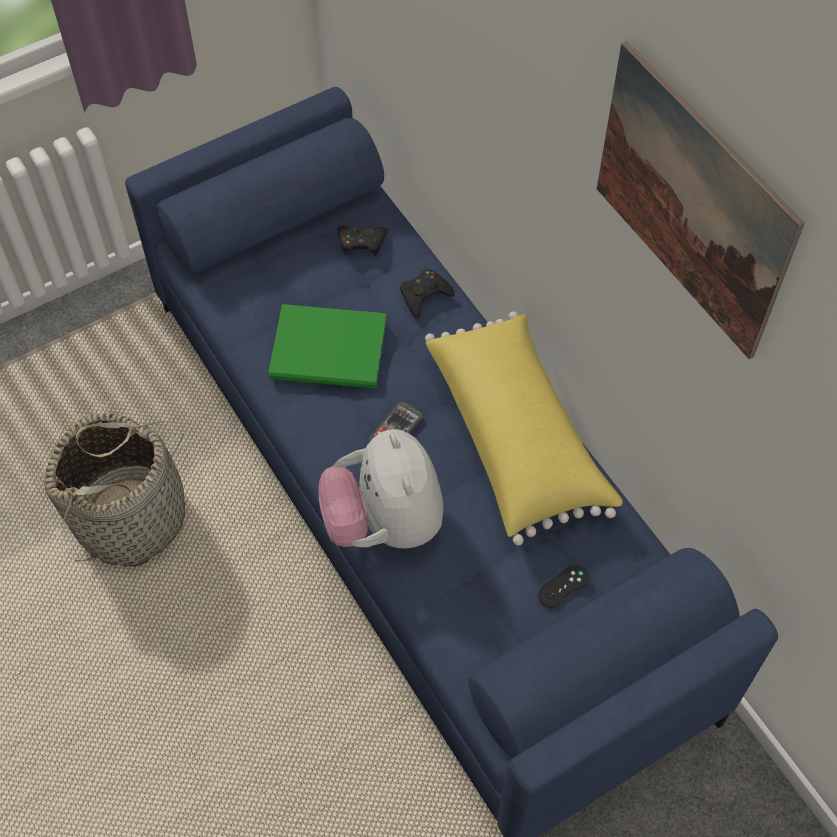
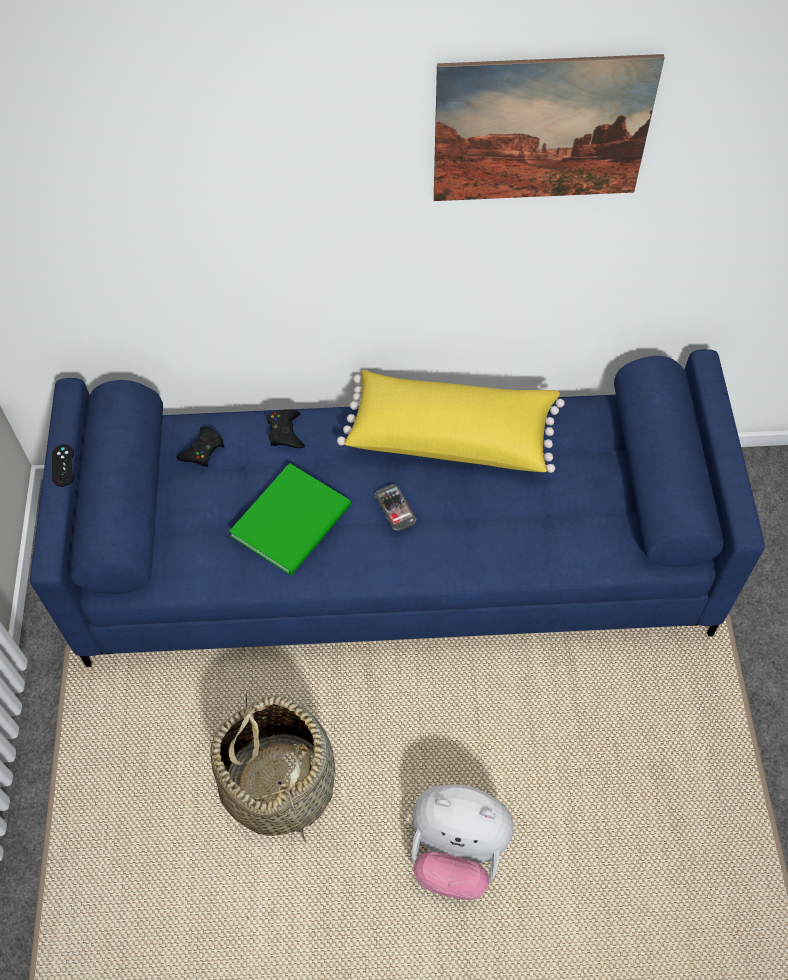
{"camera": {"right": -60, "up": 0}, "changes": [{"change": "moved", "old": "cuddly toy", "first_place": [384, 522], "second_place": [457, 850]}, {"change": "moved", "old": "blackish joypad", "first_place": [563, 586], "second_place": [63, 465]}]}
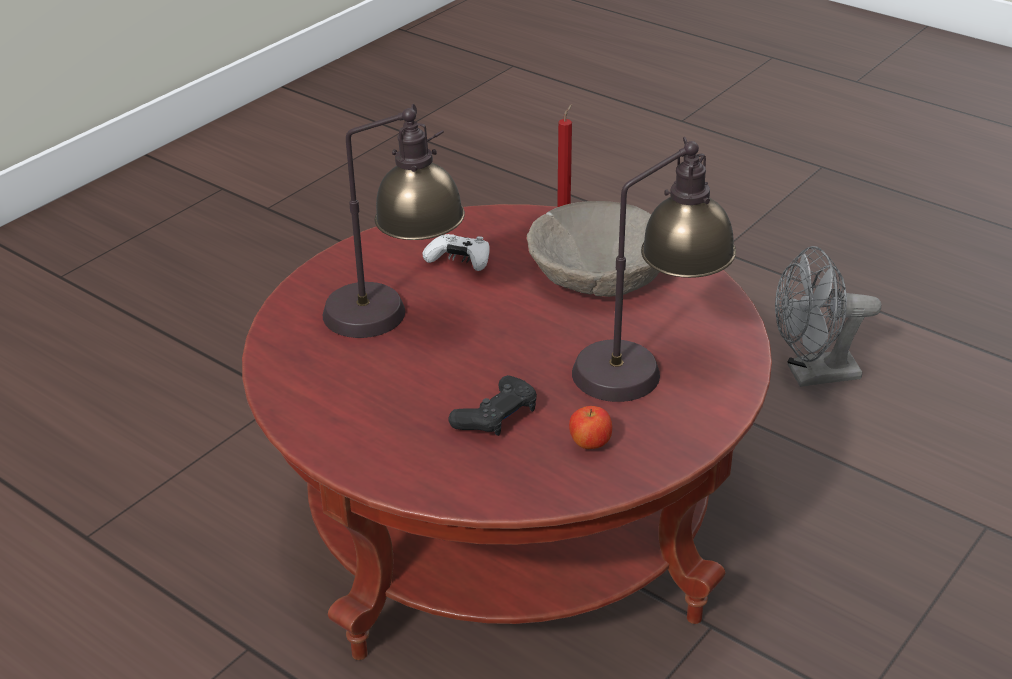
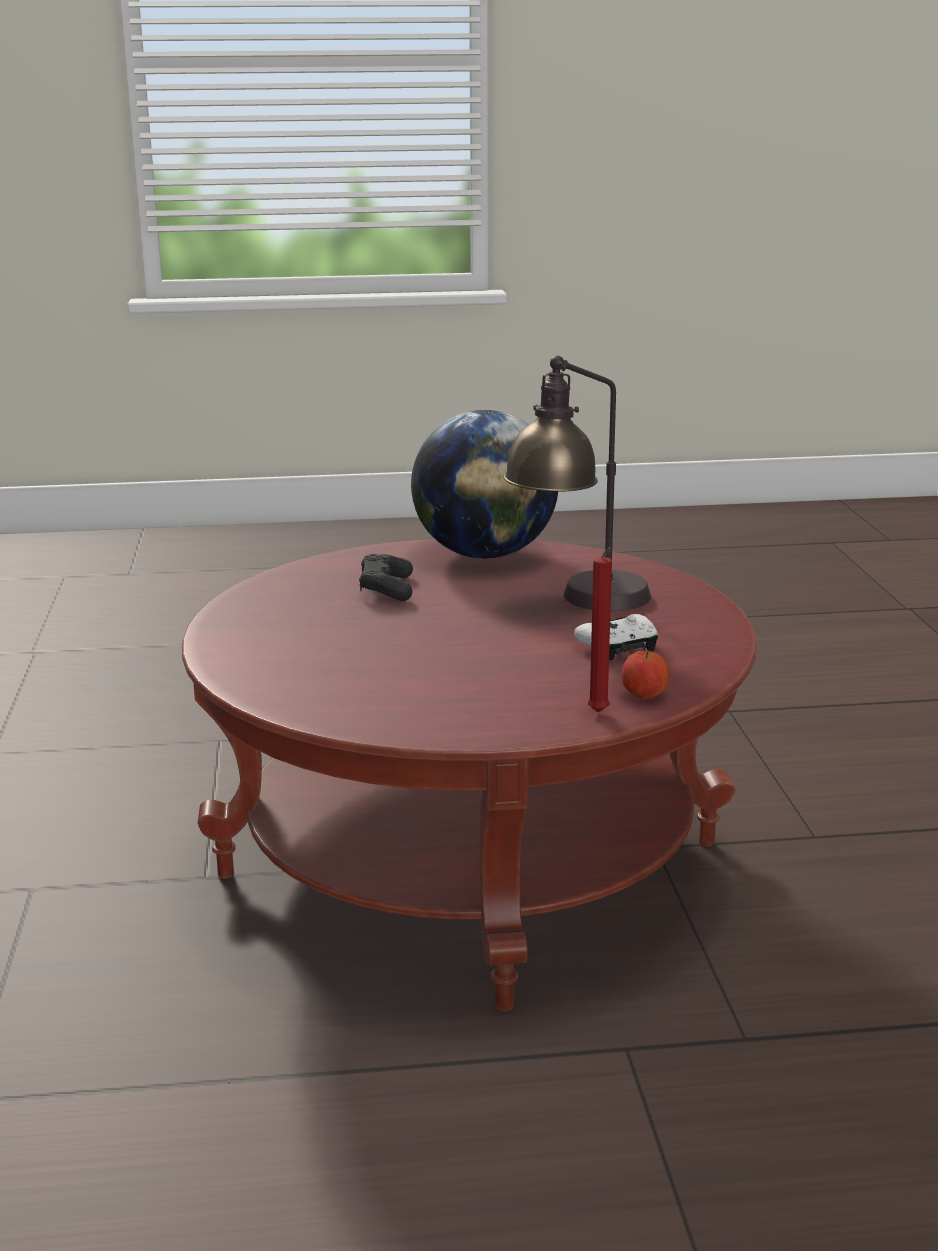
{"camera": {"right": 135, "up": -15}, "changes": [{"change": "removed", "old": "sand-coloured deep dish", "first_place": [598, 273]}, {"change": "removed", "old": "tabletop lamp", "first_place": [648, 367]}, {"change": "removed", "old": "greyish electric fan", "first_place": [812, 375]}, {"change": "added", "new": "desk globe", "second_place": [484, 554]}, {"change": "moved", "old": "apple", "first_place": [589, 444], "second_place": [644, 696]}]}
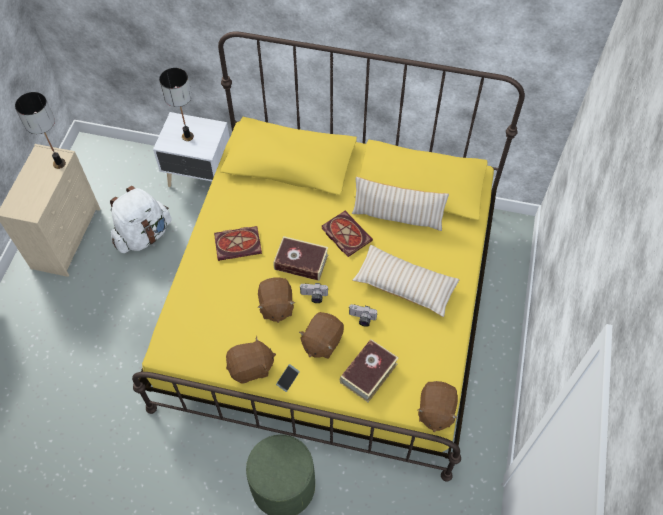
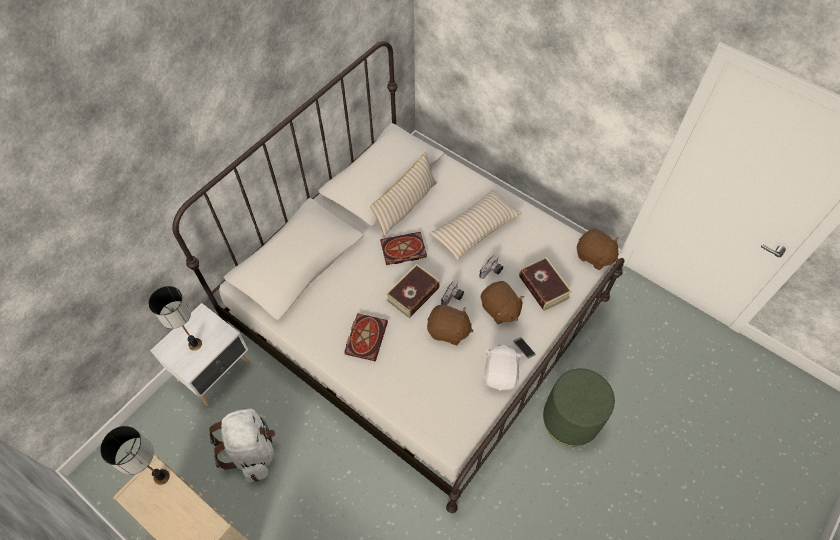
{"camera": {"right": -65, "up": 0}, "changes": [{"change": "recoloured", "old": "yellow-coloured sleeping bed", "new": "white sleeping bed", "first_place": [331, 304], "second_place": [419, 314]}, {"change": "recoloured", "old": "brown-coloured cuddly toy", "new": "white cuddly toy", "first_place": [251, 368], "second_place": [500, 374]}]}
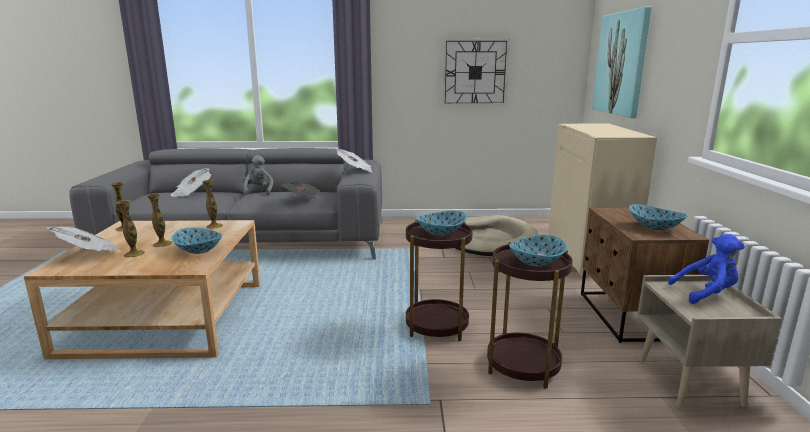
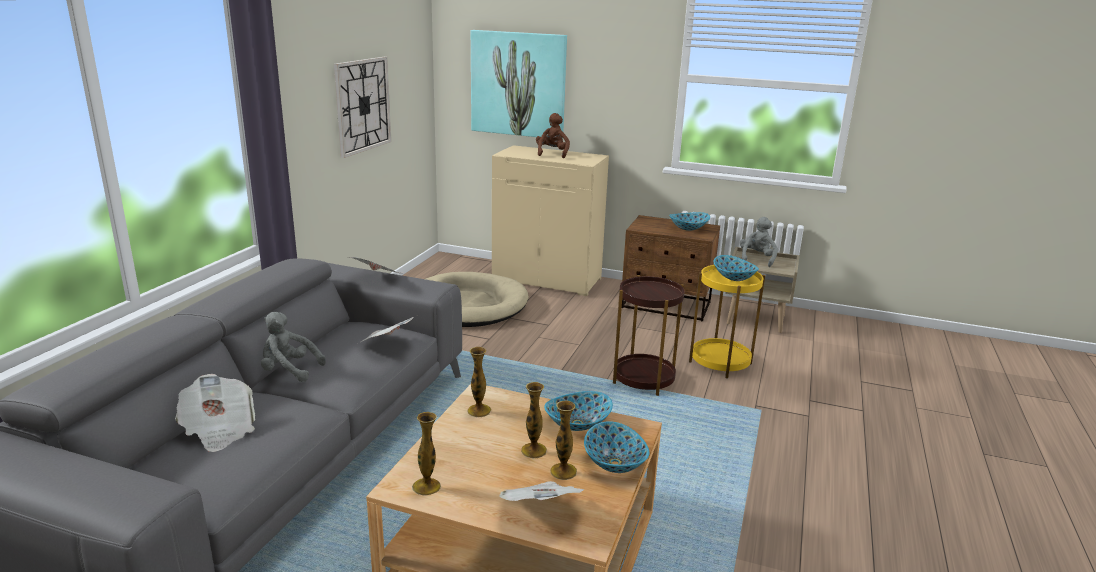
{"camera": {"right": -70, "up": 5}, "changes": [{"change": "added", "new": "brown-coloured cuddly toy", "second_place": [552, 154]}, {"change": "moved", "old": "deep dish", "first_place": [440, 232], "second_place": [614, 463]}, {"change": "recoloured", "old": "brown-coloured side table", "new": "yellow-coloured side table", "first_place": [523, 365], "second_place": [720, 362]}, {"change": "recoloured", "old": "bluish cuddly toy", "new": "greyish cuddly toy", "first_place": [706, 294], "second_place": [756, 259]}]}
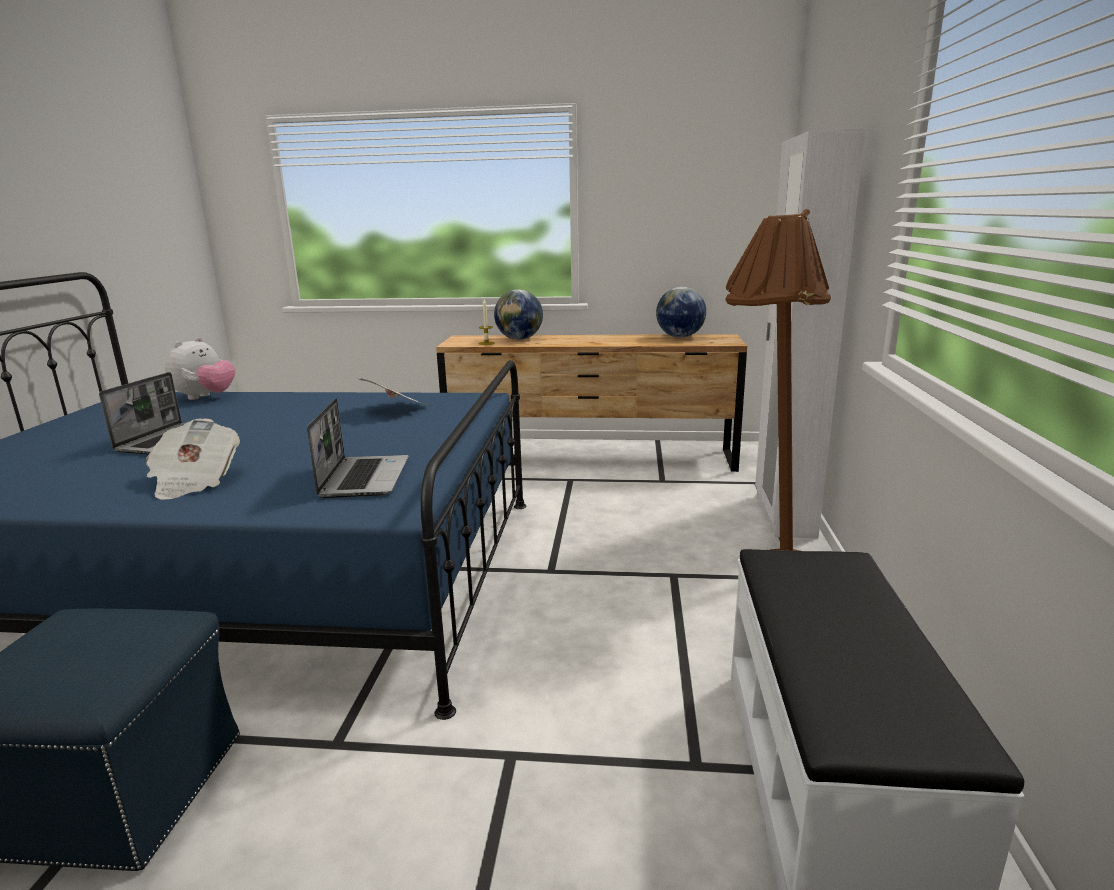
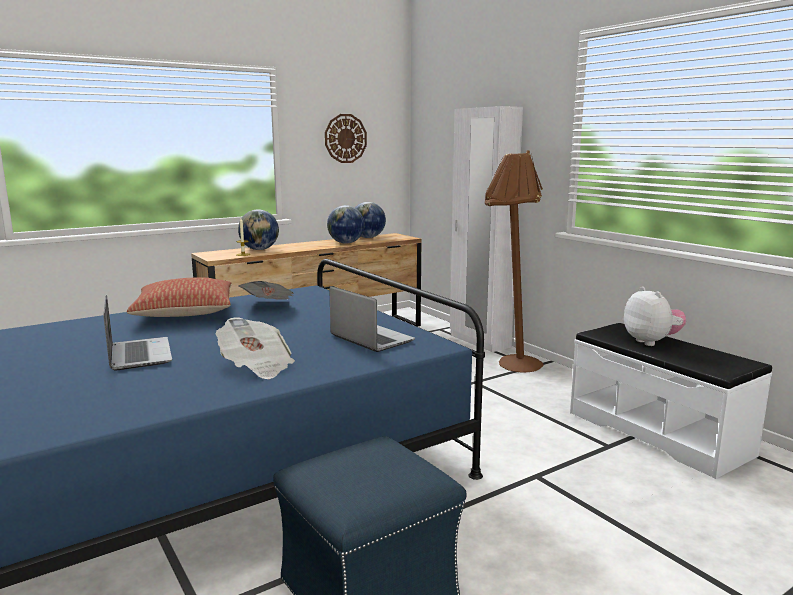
{"camera": {"right": -40, "up": -5}, "changes": [{"change": "added", "new": "pillow", "second_place": [184, 312]}, {"change": "added", "new": "hanging clock", "second_place": [345, 138]}, {"change": "added", "new": "desk globe", "second_place": [346, 243]}, {"change": "moved", "old": "cuddly toy", "first_place": [205, 397], "second_place": [651, 342]}]}
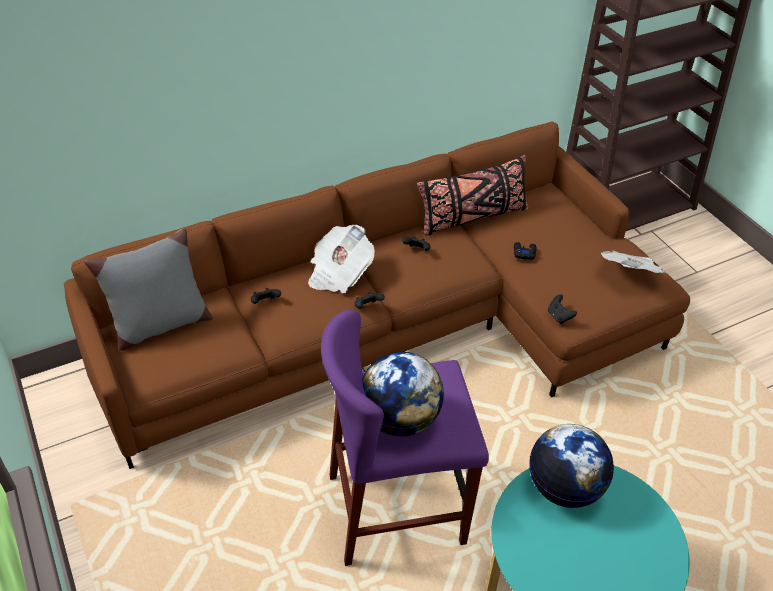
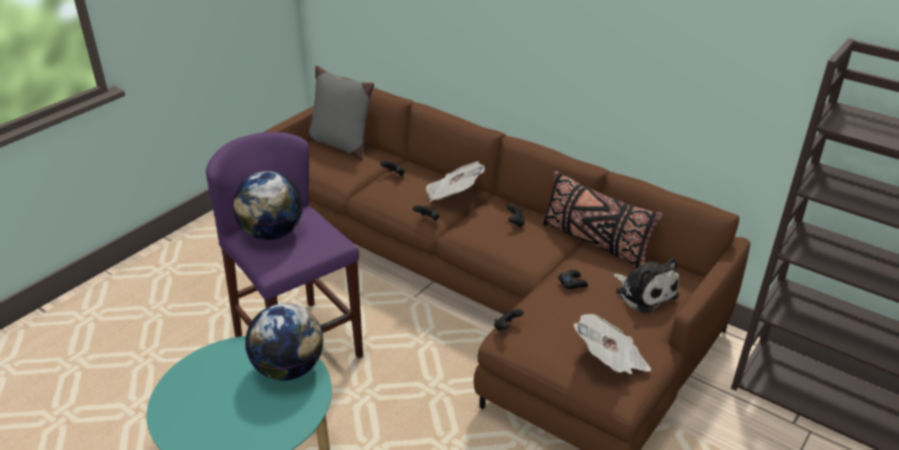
{"camera": {"right": 65, "up": -10}, "changes": [{"change": "added", "new": "cuddly toy", "second_place": [644, 292]}]}
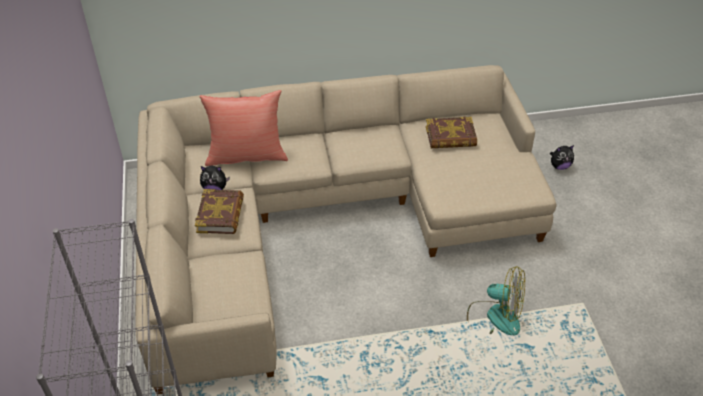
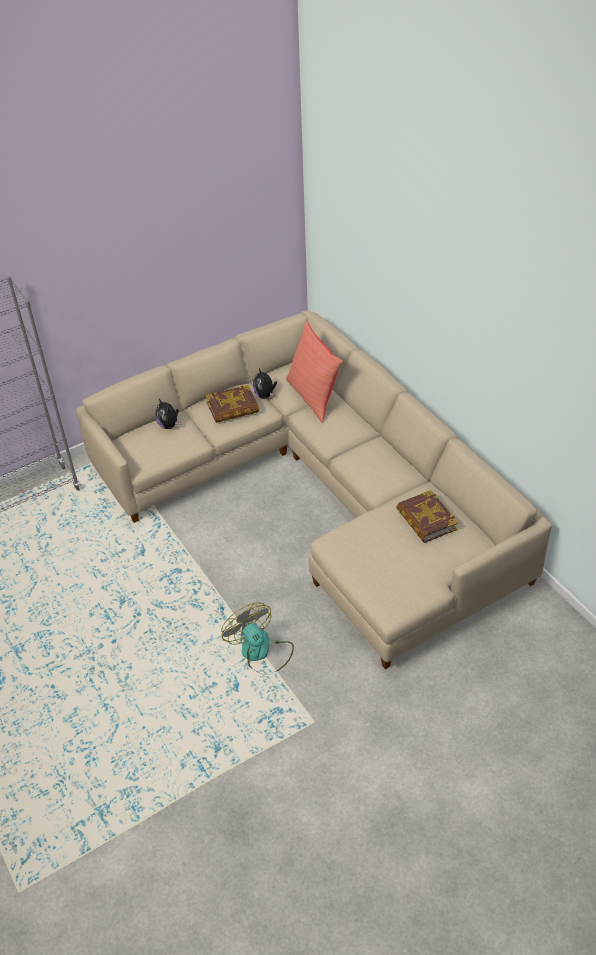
{"camera": {"right": 70, "up": 0}, "changes": [{"change": "moved", "old": "cuddly toy", "first_place": [559, 166], "second_place": [169, 425]}, {"change": "turned", "old": "electric fan", "first_place": [494, 317], "second_place": [261, 652], "degrees": 150}]}
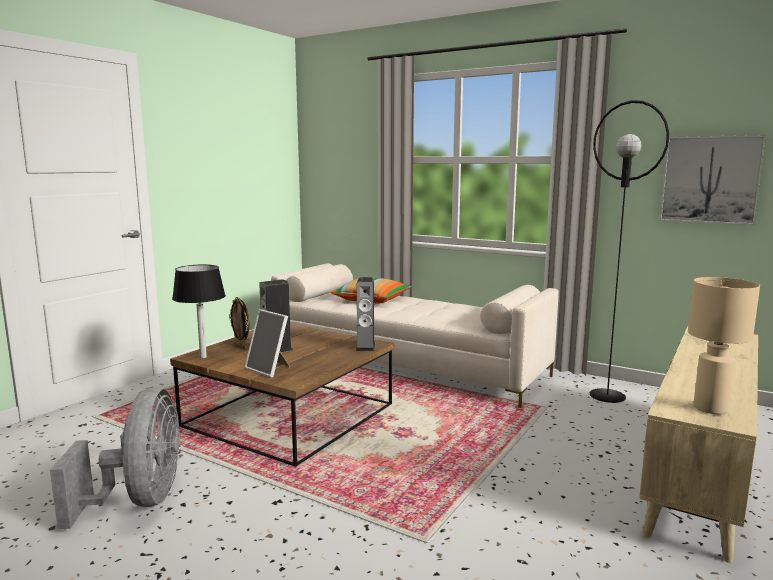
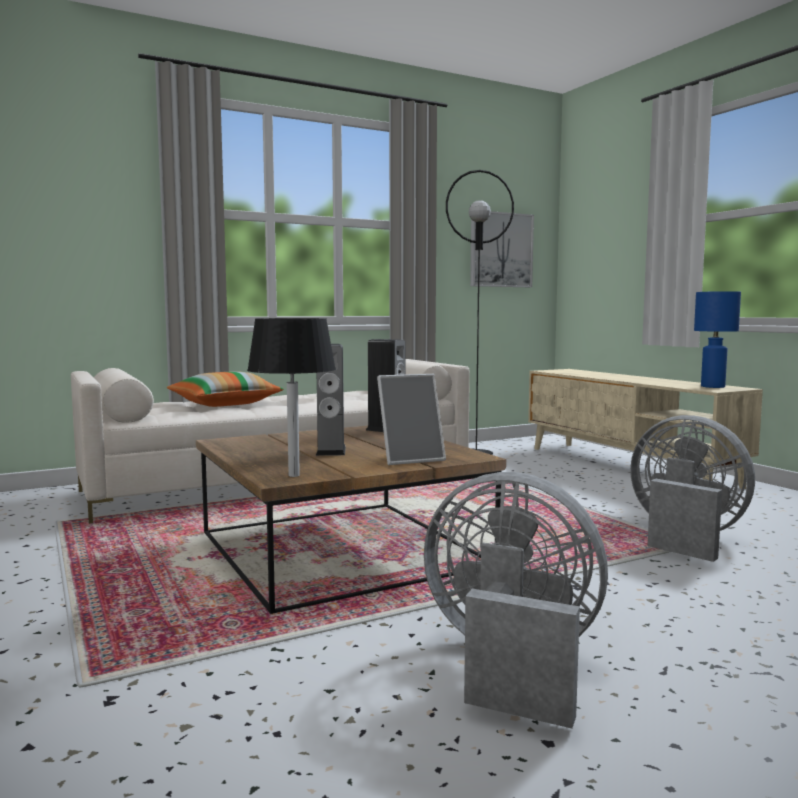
{"camera": {"right": -60, "up": -5}, "changes": [{"change": "removed", "old": "standing frame", "first_place": [241, 347]}, {"change": "added", "new": "greyish electric fan", "second_place": [684, 537]}, {"change": "recoloured", "old": "sand-coloured tabletop lamp", "new": "bluish tabletop lamp", "first_place": [709, 408], "second_place": [712, 387]}]}
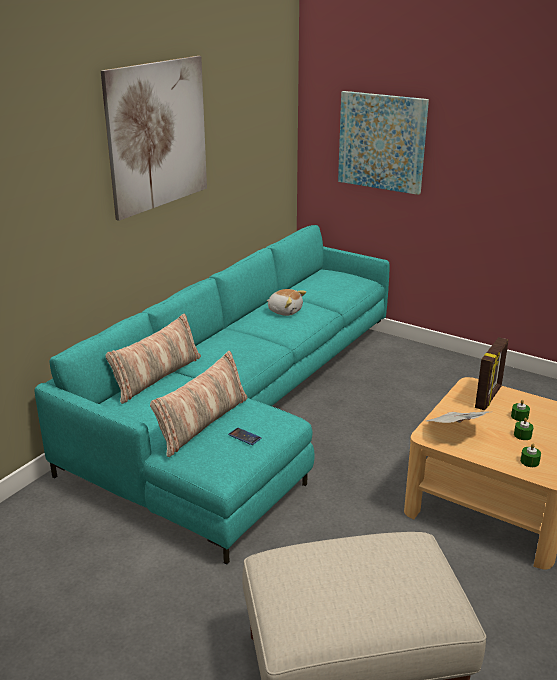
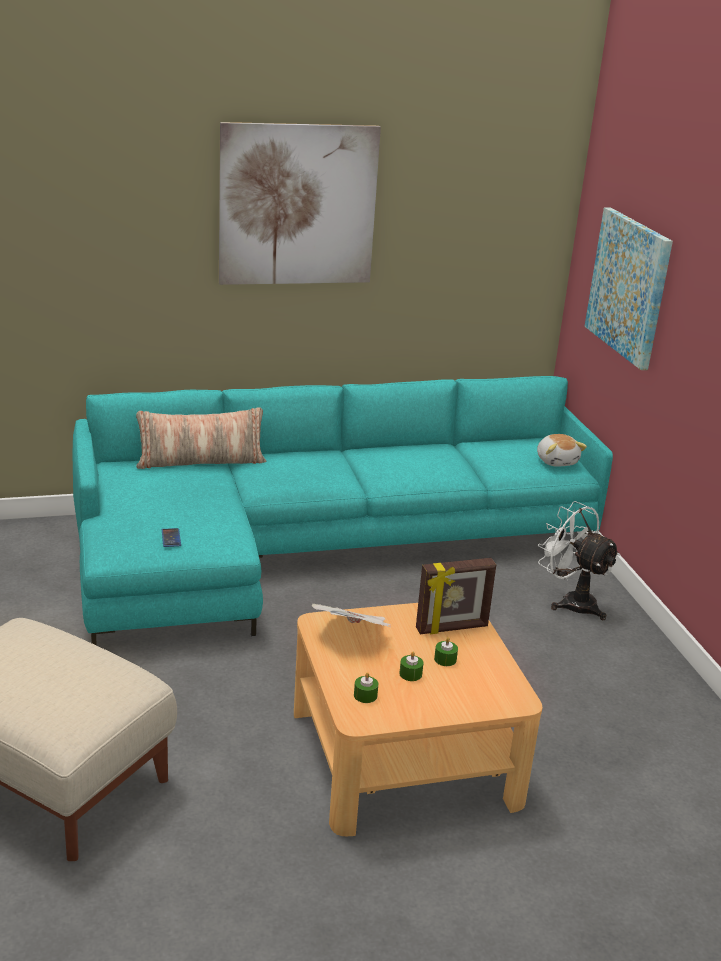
{"camera": {"right": 40, "up": 0}, "changes": [{"change": "removed", "old": "pillow", "first_place": [202, 423]}, {"change": "added", "new": "white electric fan", "second_place": [571, 602]}, {"change": "moved", "old": "cuddly toy", "first_place": [285, 311], "second_place": [557, 461]}]}
